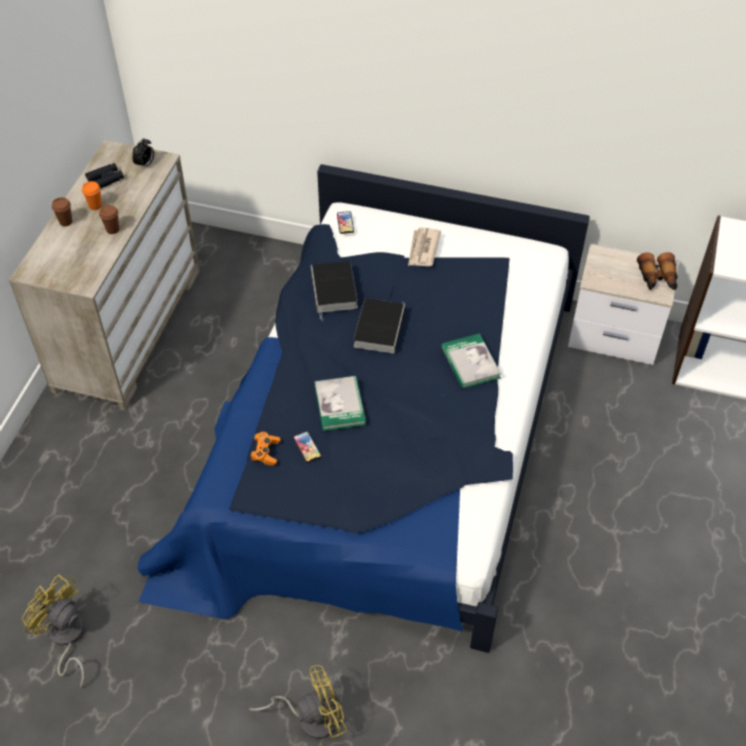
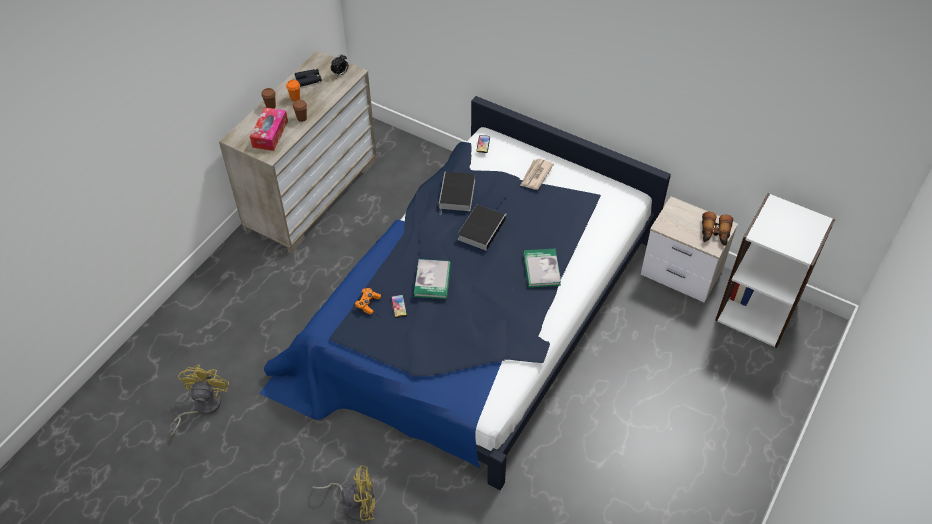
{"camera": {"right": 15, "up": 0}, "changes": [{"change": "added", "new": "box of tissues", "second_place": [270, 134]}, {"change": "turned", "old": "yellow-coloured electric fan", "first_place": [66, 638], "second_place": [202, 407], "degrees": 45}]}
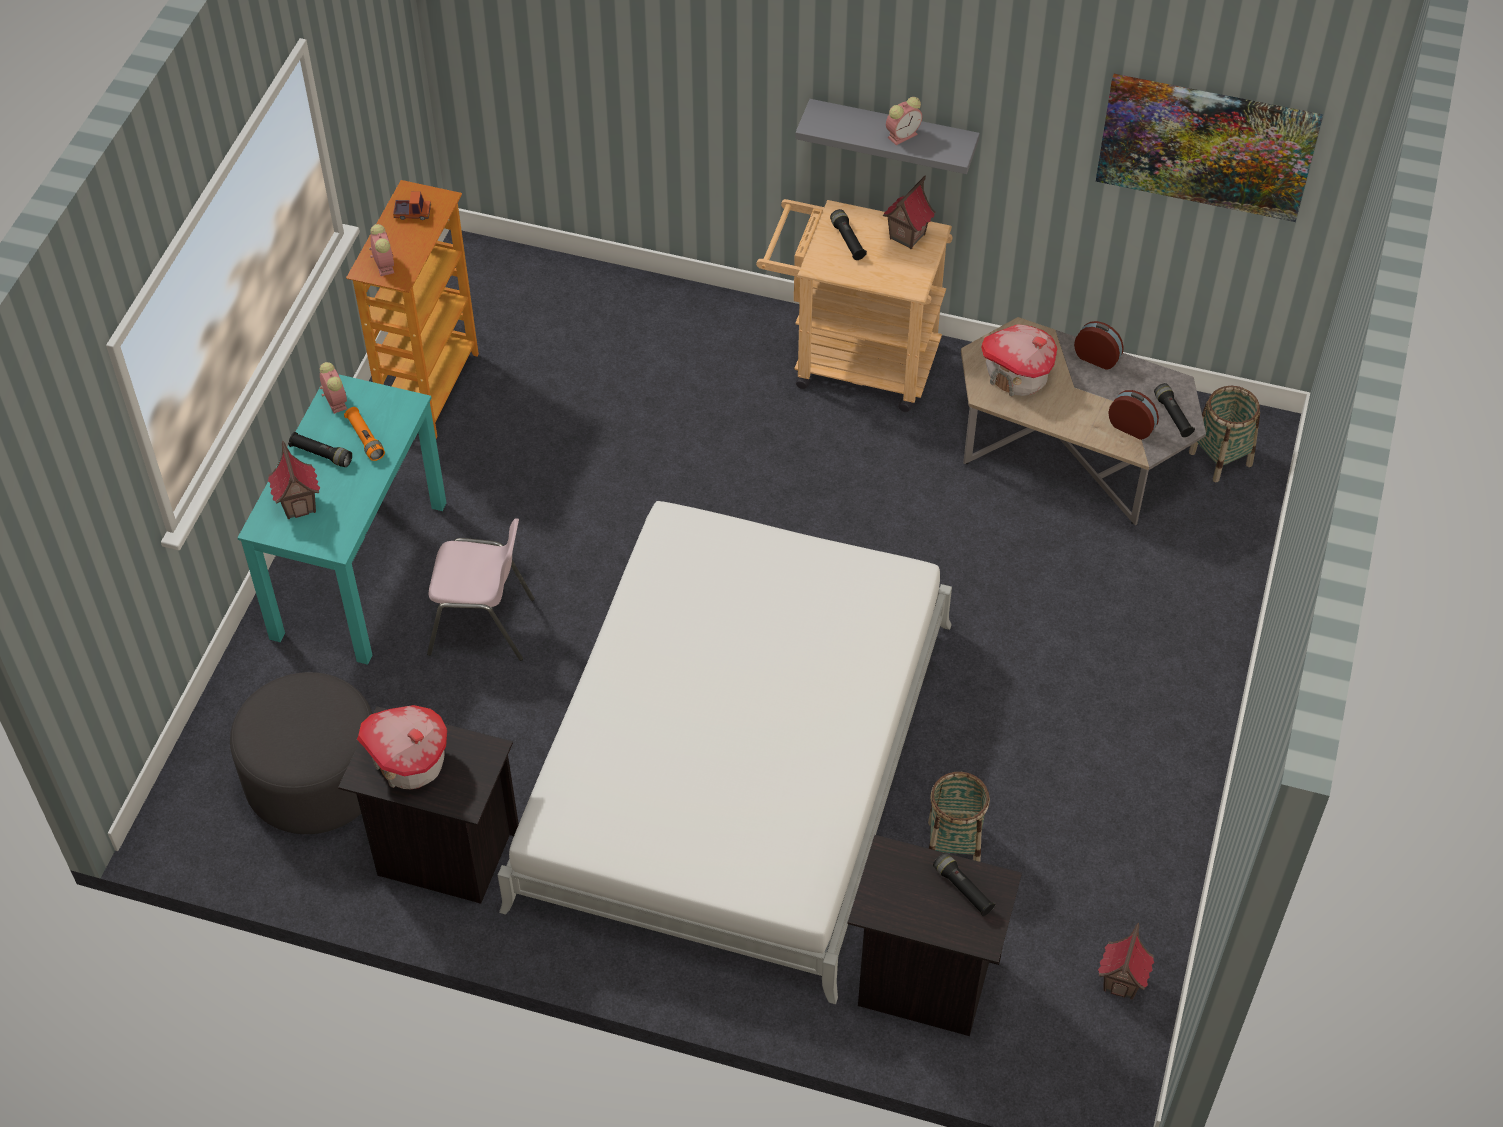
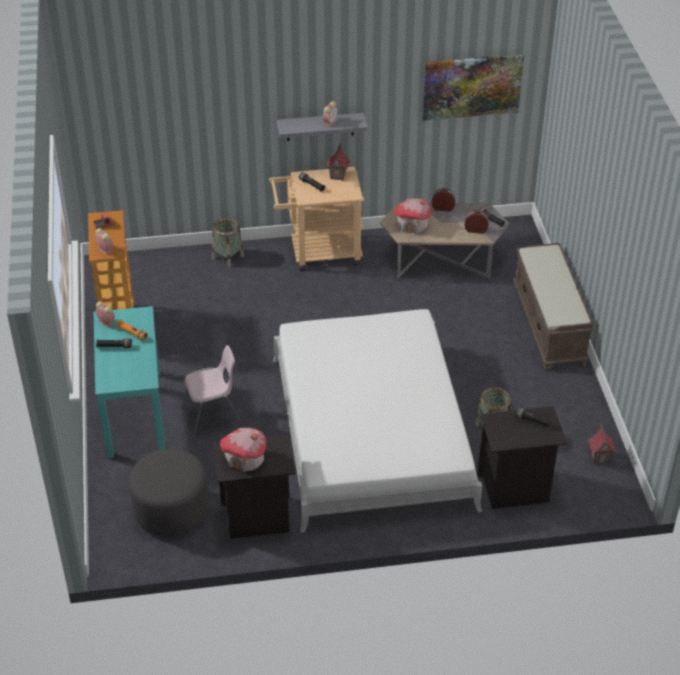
{"camera": {"right": -25, "up": -10}, "changes": [{"change": "removed", "old": "miniature house", "first_place": [299, 505]}, {"change": "added", "new": "brown-coloured indoor bench", "second_place": [549, 325]}, {"change": "moved", "old": "basket", "first_place": [1220, 458], "second_place": [228, 257]}]}
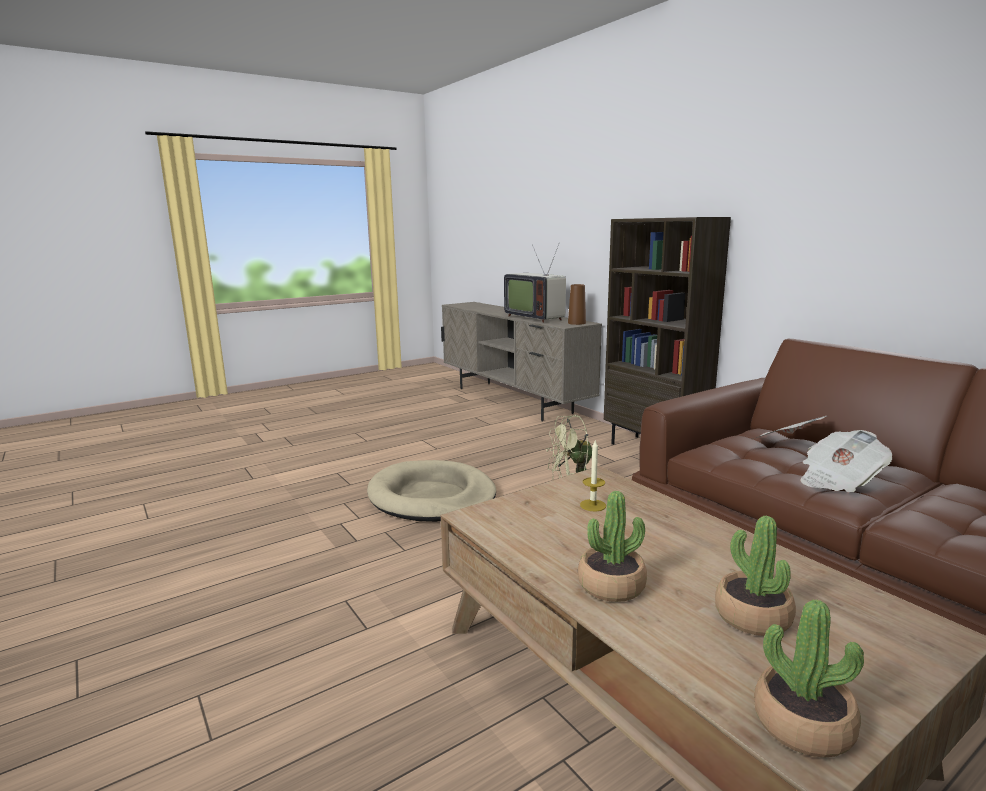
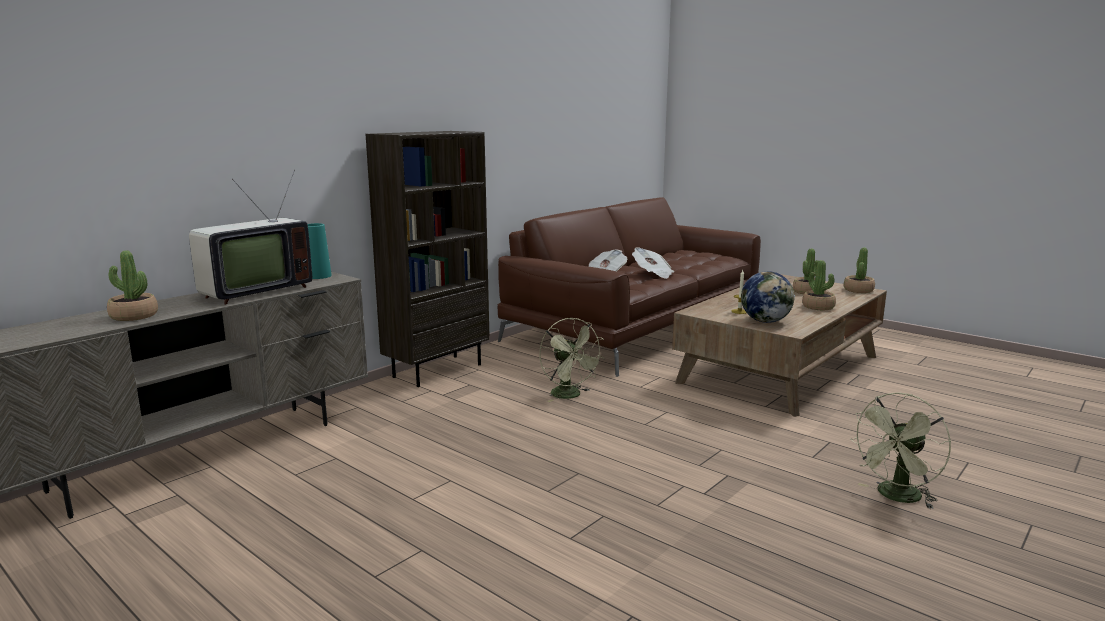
{"camera": {"right": -105, "up": 0}, "changes": [{"change": "removed", "old": "sand-coloured dog cushion", "first_place": [432, 497]}, {"change": "added", "new": "houseplant", "second_place": [134, 316]}, {"change": "added", "new": "desk globe", "second_place": [765, 321]}, {"change": "added", "new": "green-coloured electric fan", "second_place": [896, 497]}, {"change": "recoloured", "old": "brown-coloured flower vase", "new": "turquoise-coloured flower vase", "first_place": [576, 323], "second_place": [318, 276]}]}
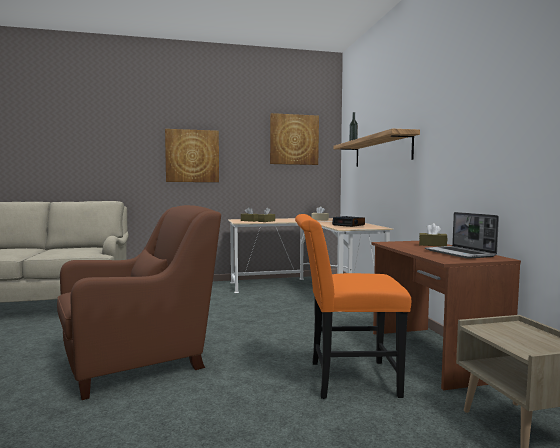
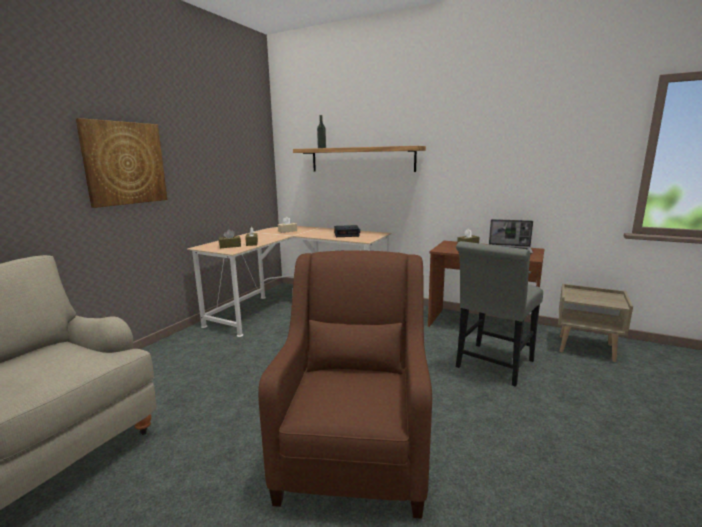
{"camera": {"right": -50, "up": 10}, "changes": [{"change": "removed", "old": "wall art", "first_place": [294, 139]}, {"change": "recoloured", "old": "orangey plain chair", "new": "greyish plain chair", "first_place": [345, 379], "second_place": [492, 366]}]}
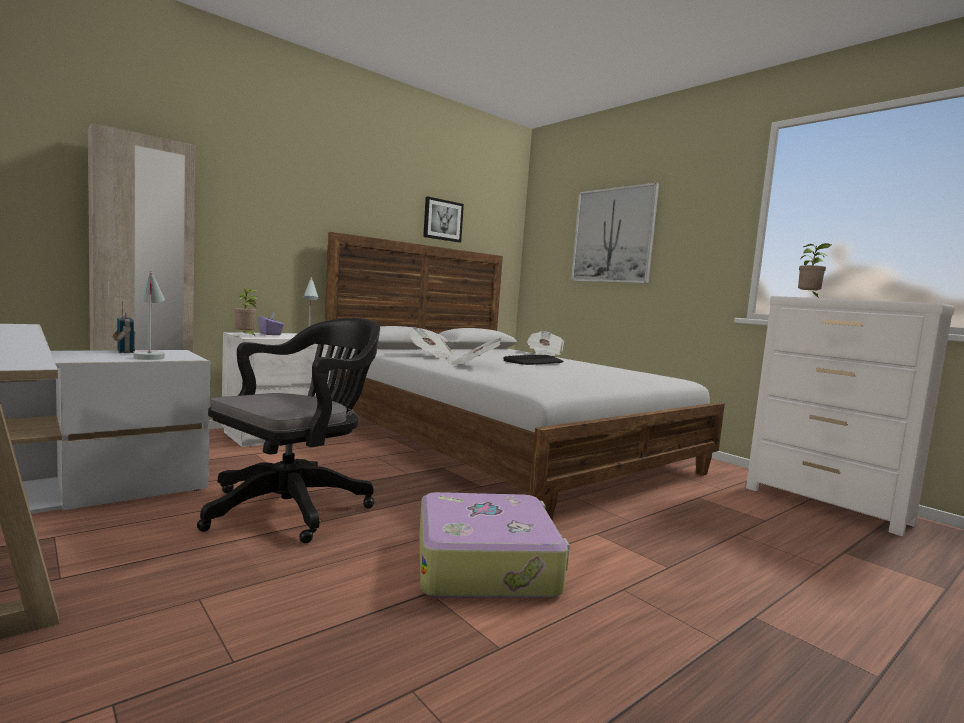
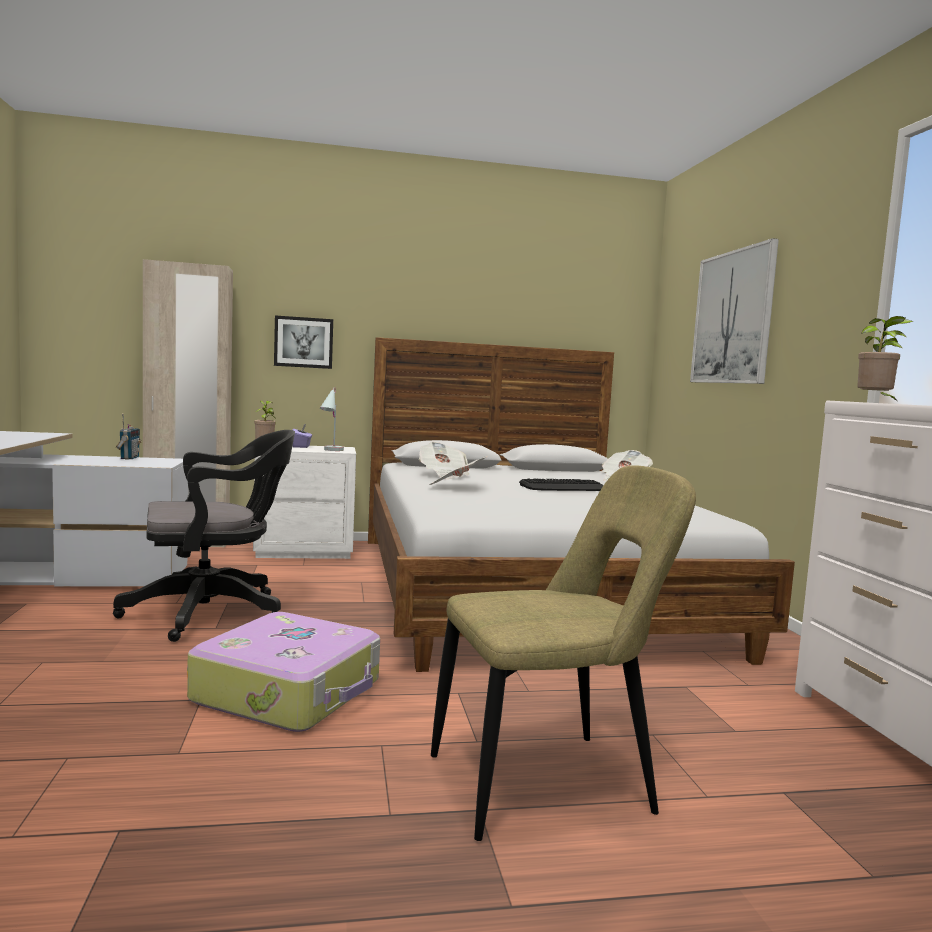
{"camera": {"right": 30, "up": 0}, "changes": [{"change": "removed", "old": "white tabletop lamp", "first_place": [151, 356]}, {"change": "added", "new": "sand-coloured plain chair", "second_place": [550, 783]}, {"change": "moved", "old": "wall art", "first_place": [442, 220], "second_place": [303, 342]}]}
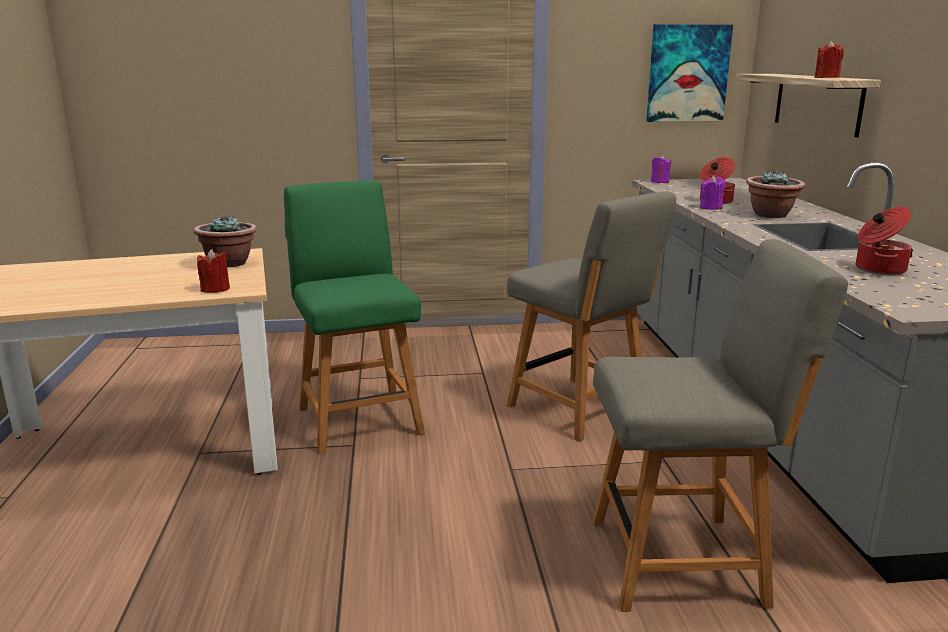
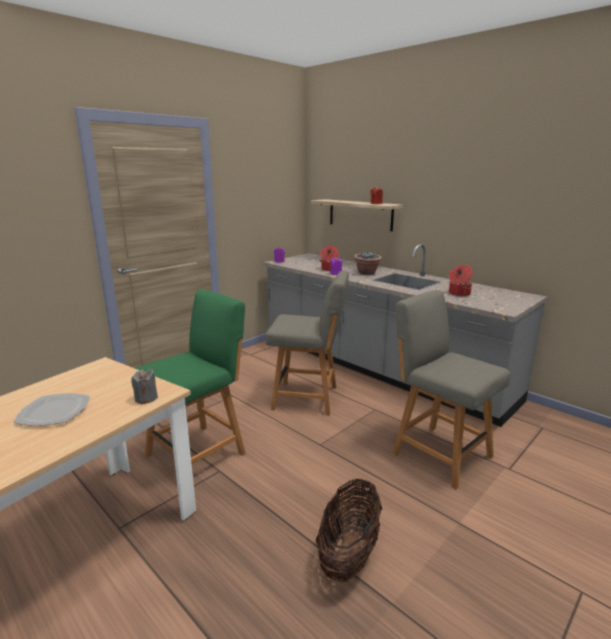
{"camera": {"right": -40, "up": 0}, "changes": [{"change": "removed", "old": "houseplant", "first_place": [229, 263]}, {"change": "removed", "old": "wall art", "first_place": [687, 73]}, {"change": "added", "new": "plate", "second_place": [53, 412]}, {"change": "added", "new": "basket", "second_place": [349, 553]}, {"change": "recoloured", "old": "reddish candle", "new": "greyish candle", "first_place": [215, 289], "second_place": [146, 398]}, {"change": "turned", "old": "green-coloured plain chair", "first_place": [358, 418], "second_place": [199, 453], "degrees": 105}, {"change": "turned", "old": "greyish plain chair", "first_place": [683, 561], "second_place": [439, 453], "degrees": -90}]}
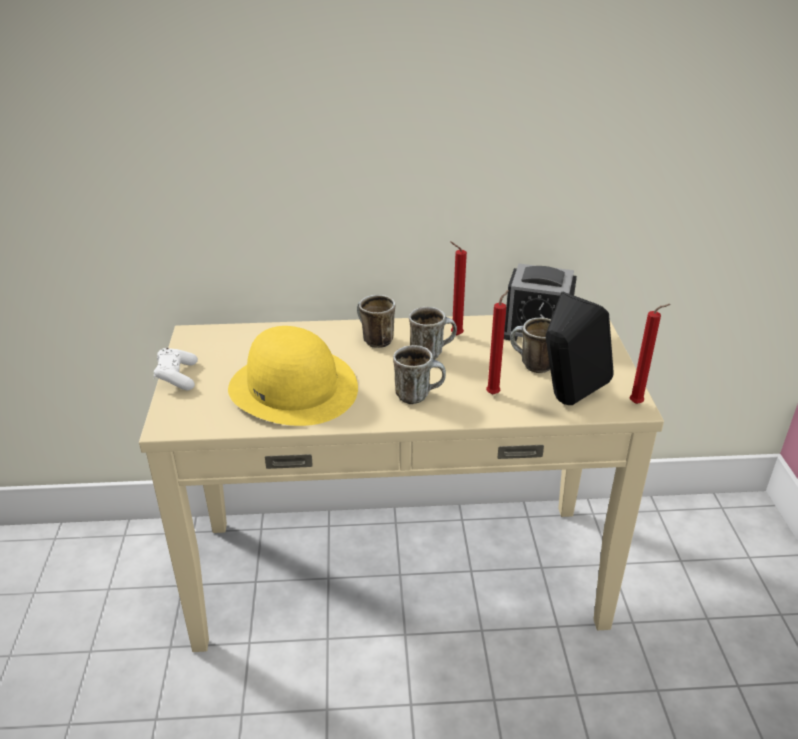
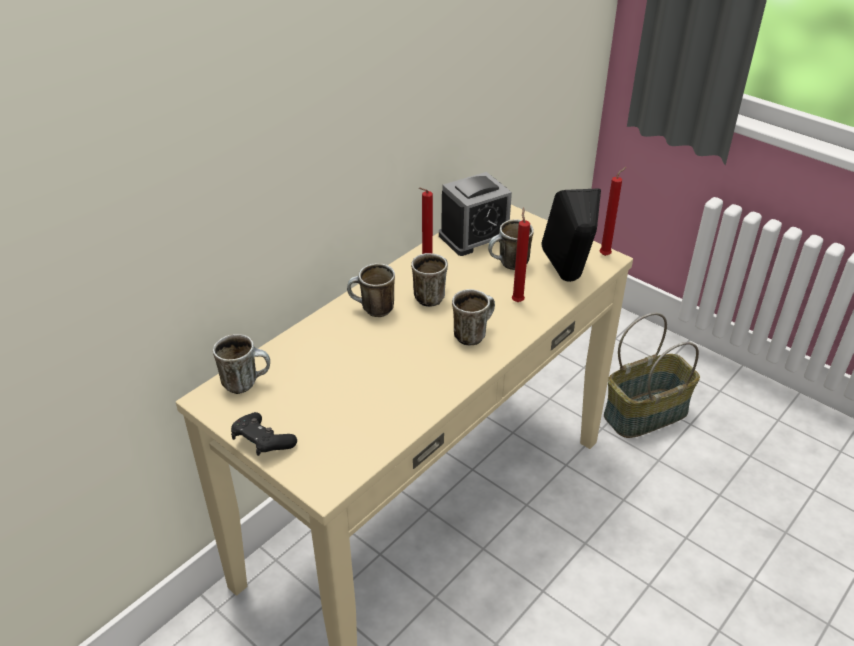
{"camera": {"right": -45, "up": 5}, "changes": [{"change": "removed", "old": "yellow-coloured clothing hat", "first_place": [294, 388]}, {"change": "added", "new": "mug", "second_place": [246, 382]}, {"change": "added", "new": "basket", "second_place": [645, 412]}, {"change": "recoloured", "old": "white joypad", "new": "blackish joypad", "first_place": [177, 377], "second_place": [262, 443]}]}
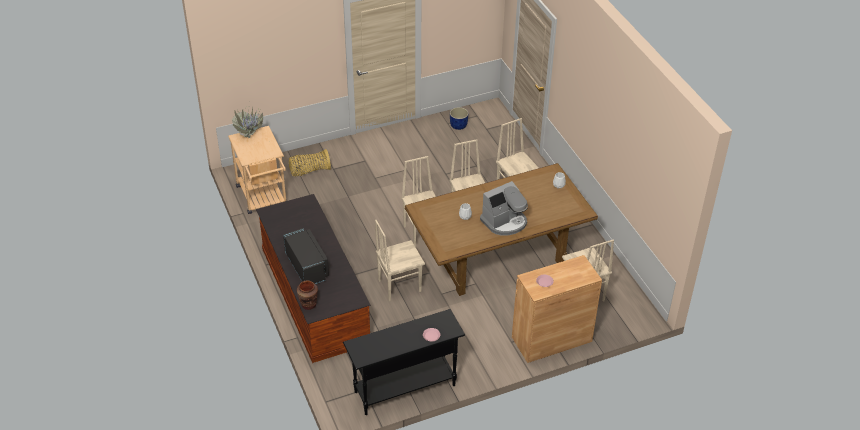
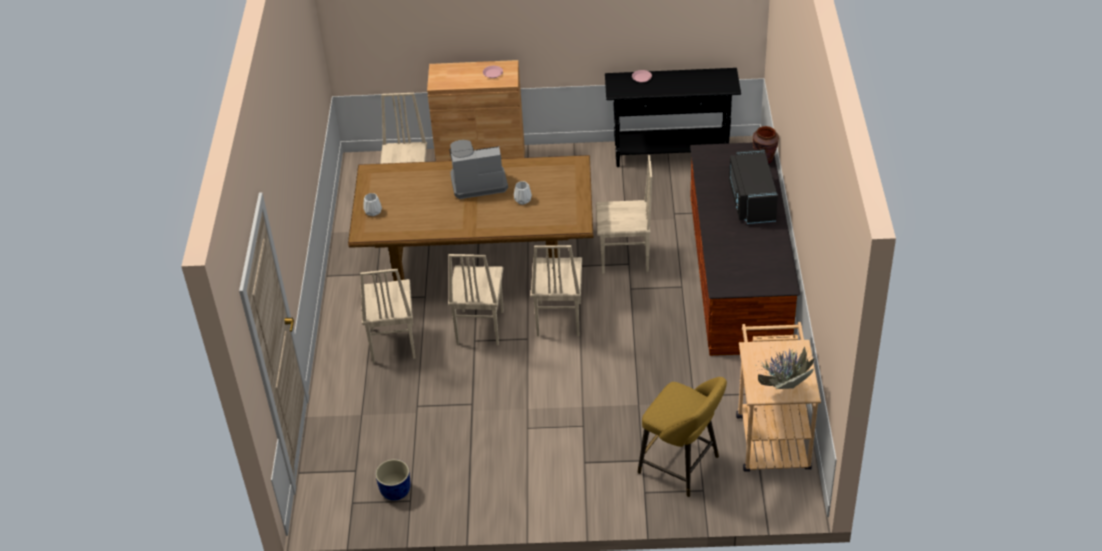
{"camera": {"right": -155, "up": 0}, "changes": [{"change": "replaced", "old": "basket", "new": "yellow-coloured sitting stool", "first_place": [309, 171], "second_place": [682, 467]}]}
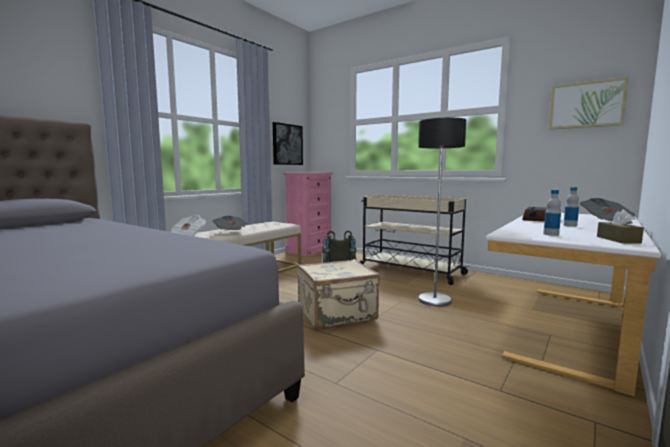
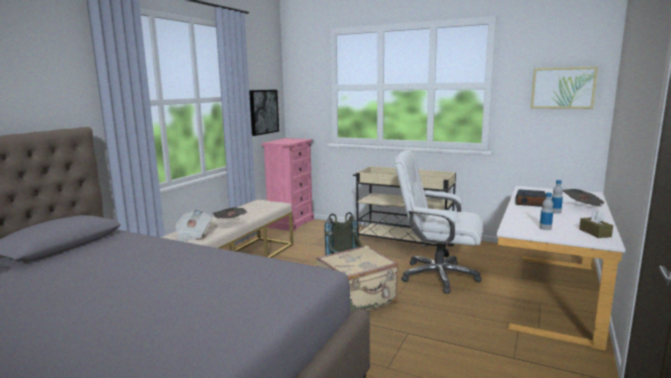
{"camera": {"right": -10, "up": 5}, "changes": [{"change": "replaced", "old": "floor lamp", "new": "white computer chair", "first_place": [434, 300], "second_place": [437, 276]}]}
